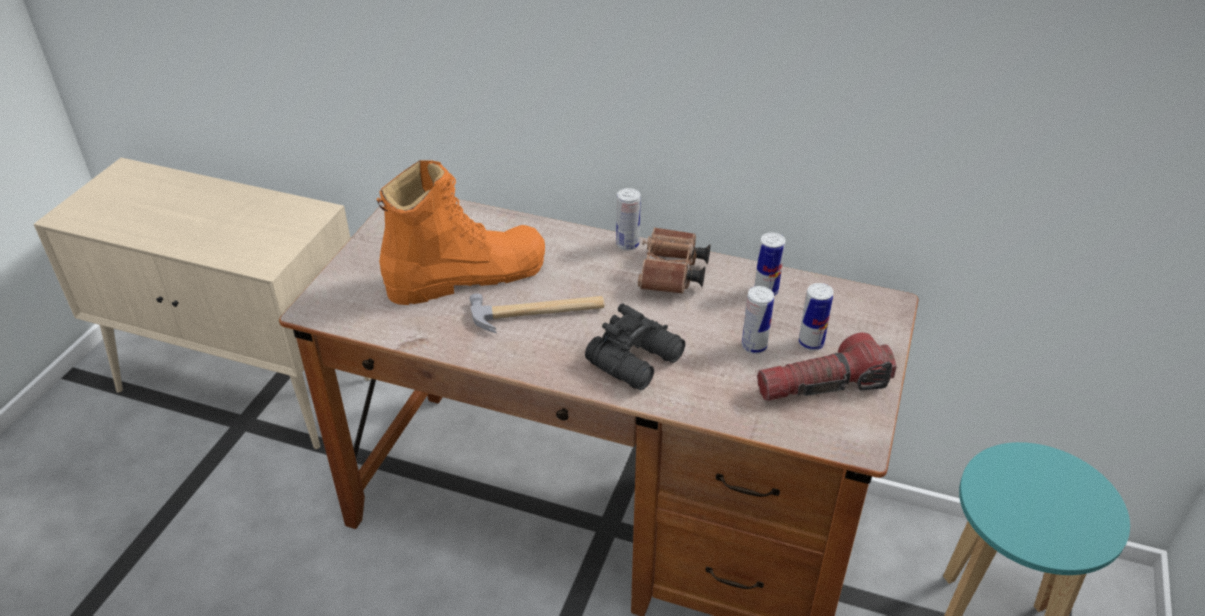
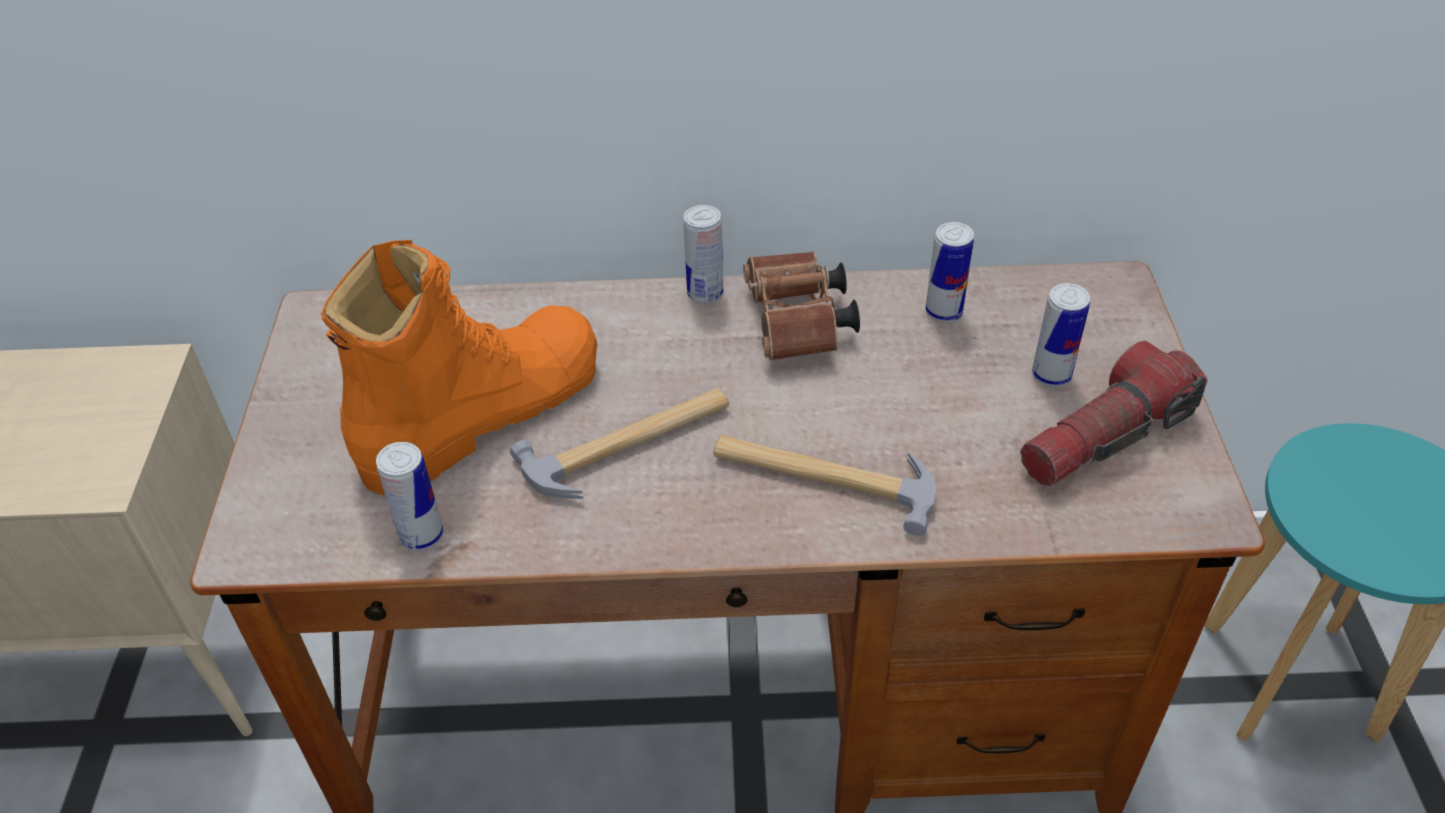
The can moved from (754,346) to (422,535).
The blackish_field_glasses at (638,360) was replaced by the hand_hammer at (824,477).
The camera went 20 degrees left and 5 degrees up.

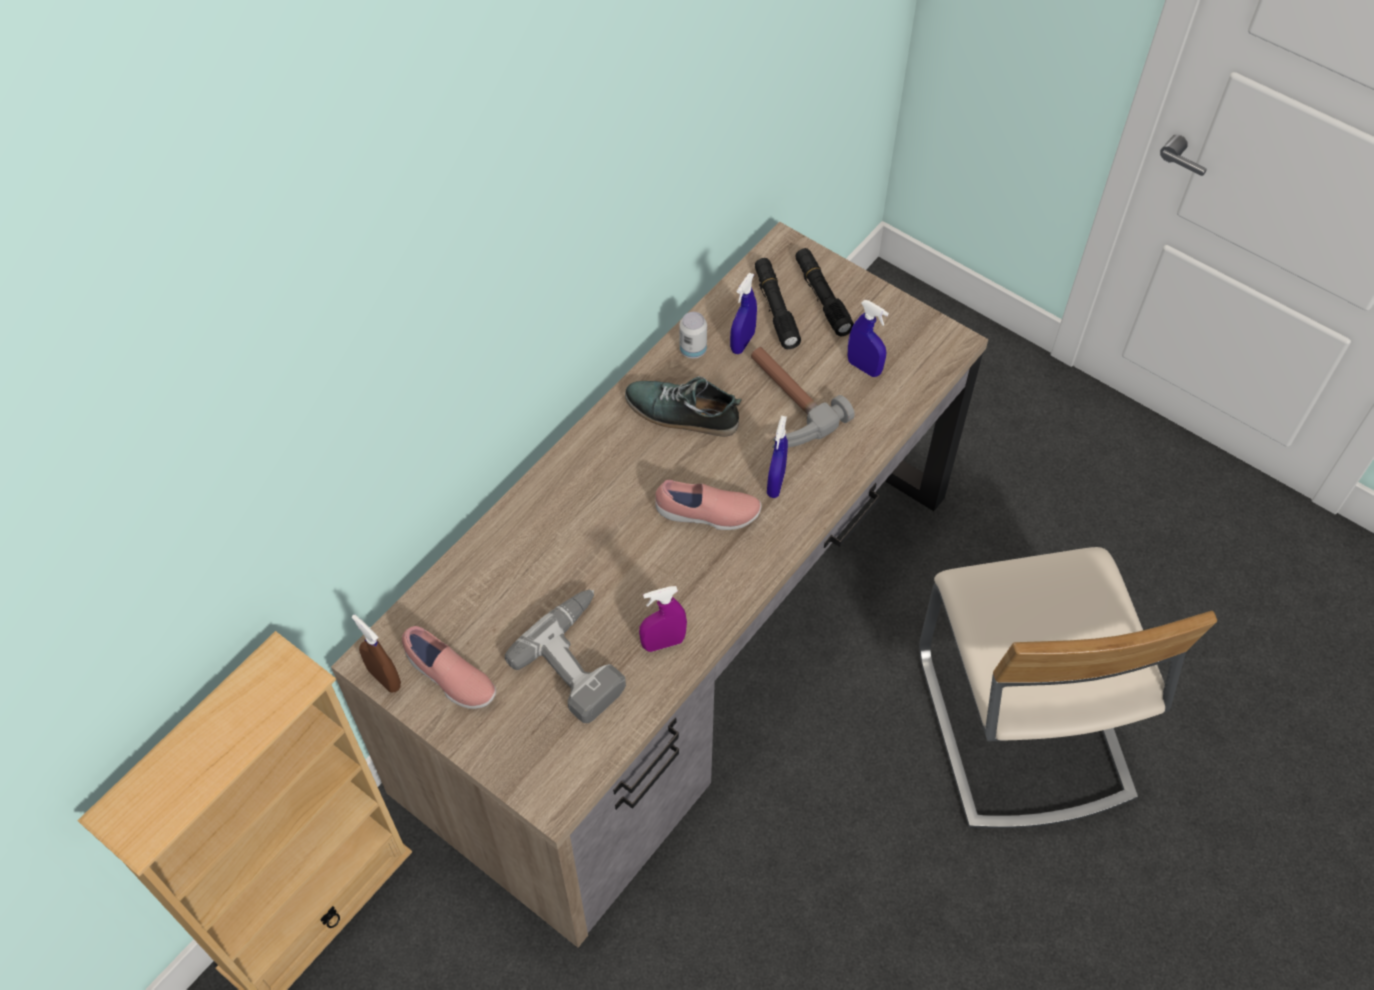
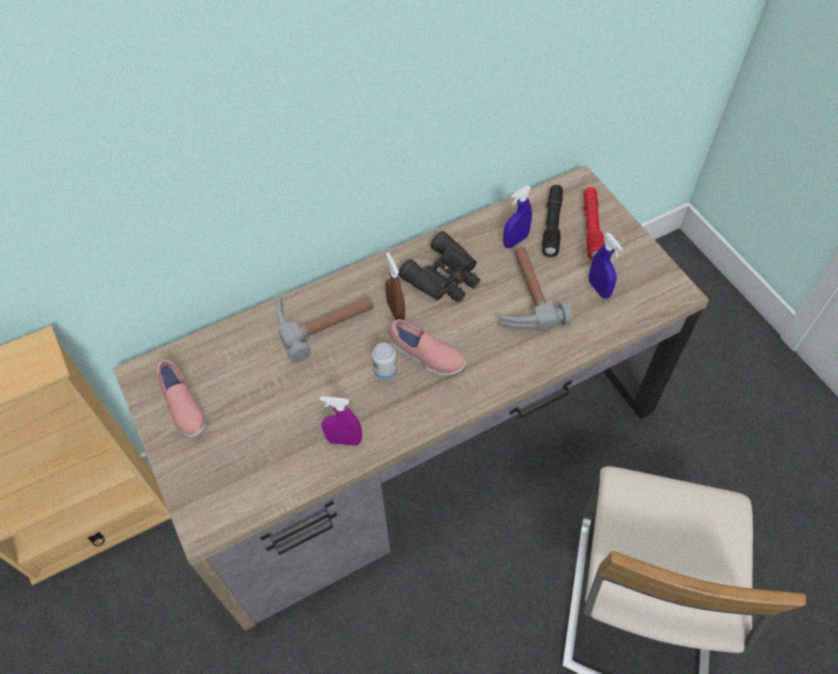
The blackish_hand_torch at (822,297) became the red-coloured_hand_torch at (591,228).
The can moved from (693,350) to (385,372).
The low_shoe at (681,413) was replaced by the blackish_field_glasses at (445,277).
The bluish_sprayer at (776,483) disappeared.
The drill at (582,660) disappeared.
The brown-coloured_sprayer moved from (384,678) to (396,311).
The hand_hammer at (323,319) appeared.
The camera went 25 degrees right and 0 degrees up.

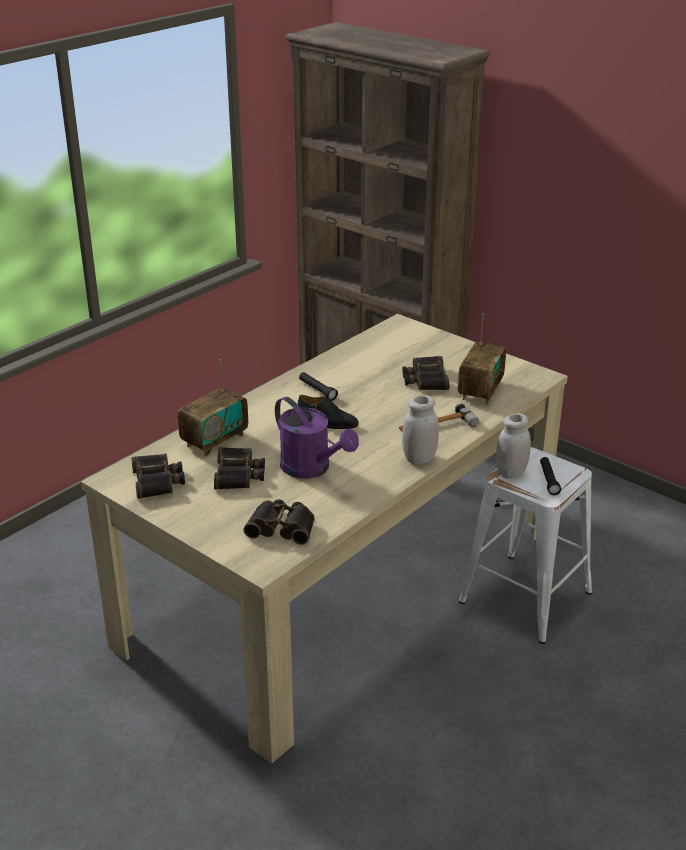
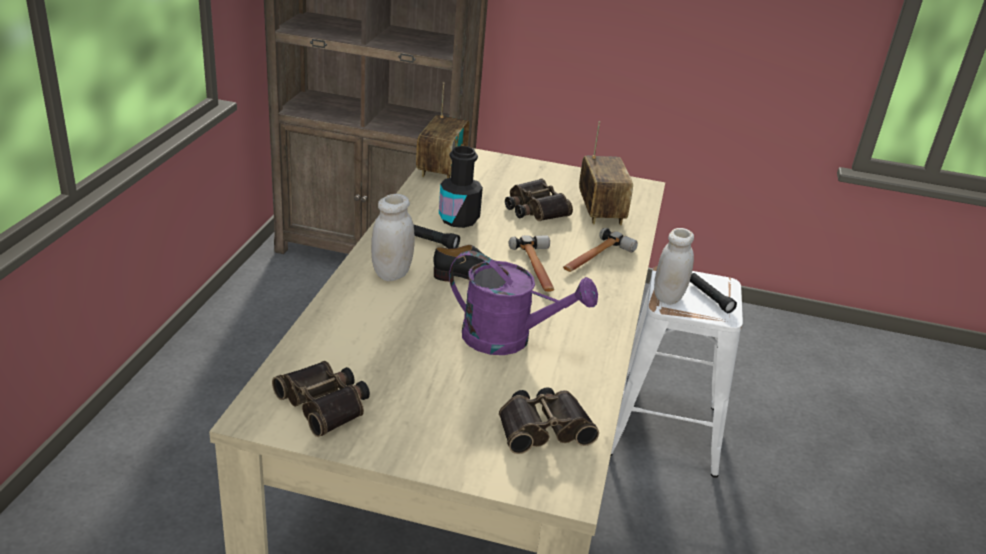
The radio_set moved from (214,440) to (441,168).
The white-coloured_preserve_jar moved from (419,458) to (392,273).
The field_glasses at (239,475) disappeared.
The blackish_beverage_bottle at (459,219) appeared.
The hand_hammer at (538,269) appeared.
The camera went 30 degrees left and 0 degrees up.

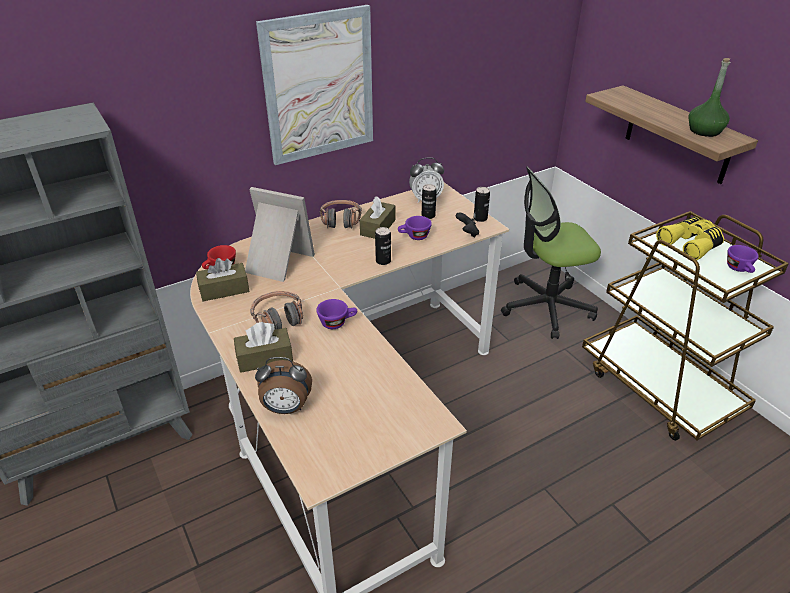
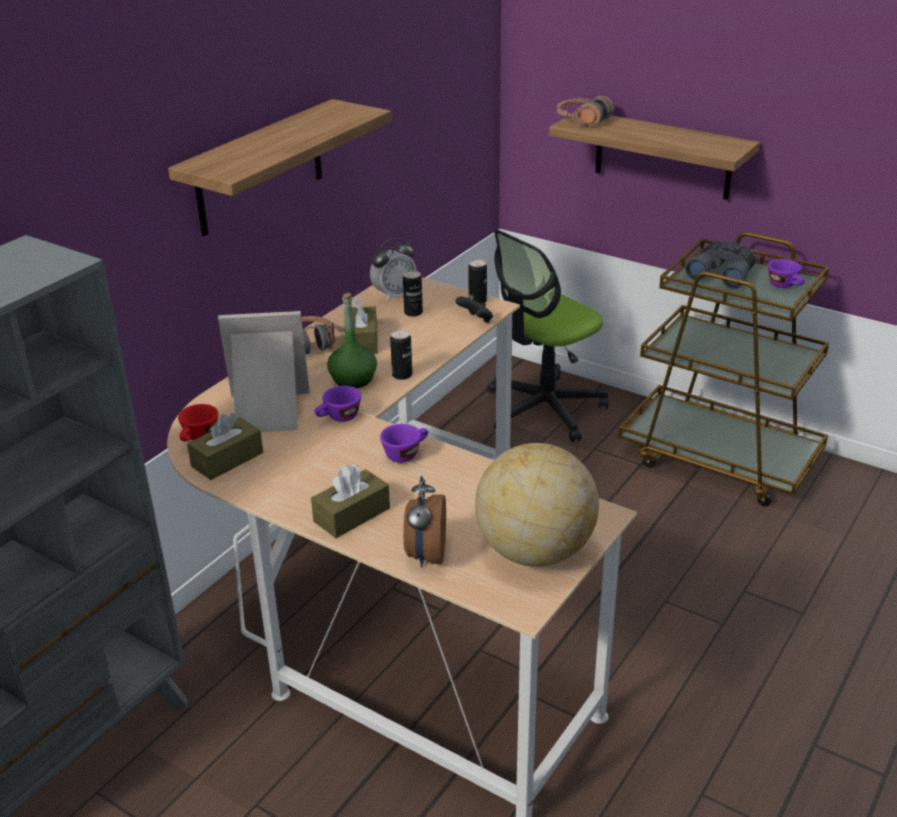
The wall_art at (319,86) was replaced by the wall_shelf at (260,168).
The green-coloured_beverage_bottle moved from (704,131) to (353,379).
The purplish_drinking_cup moved from (414,237) to (338,418).
The yellowish_field_glasses at (691,244) became the greyish_field_glasses at (722,273).
The headphones moved from (279,318) to (583,120).
The bedside_clock at (286,408) turned 120 degrees clockwise.
The world_globe at (534,551) appeared.
The camera went 25 degrees left and 5 degrees down.

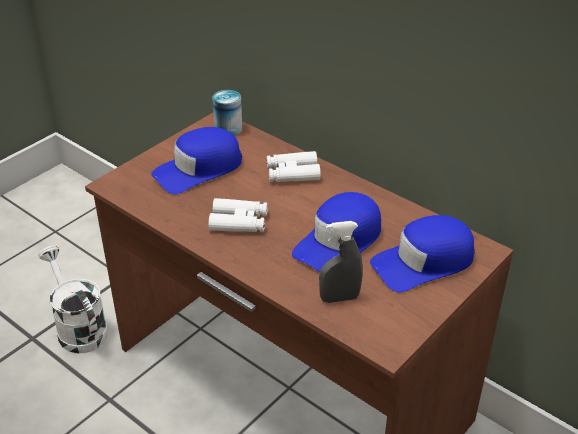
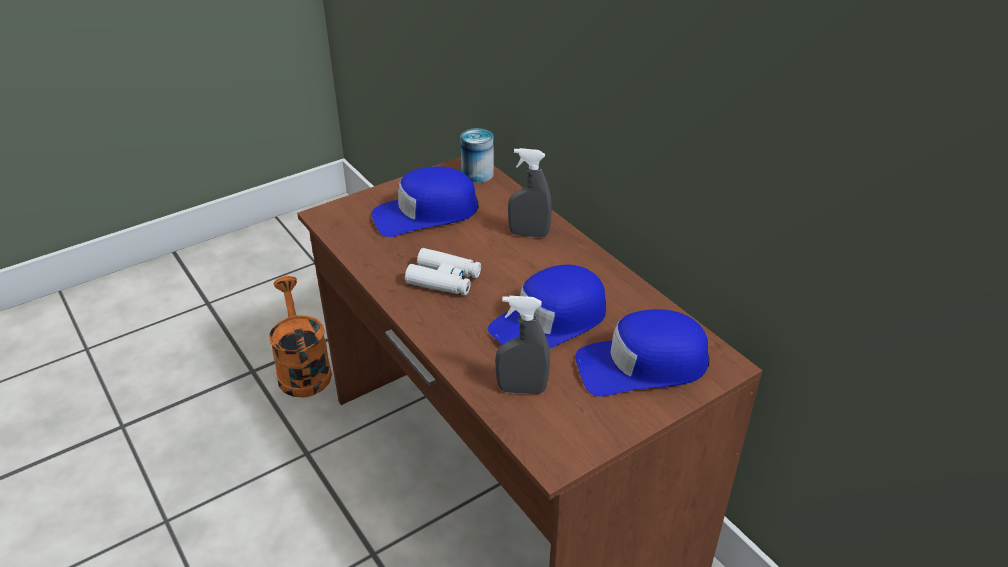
The white-coloured_field_glasses at (292,173) was replaced by the greyish_sprayer at (529,234).
The white-coloured_watering_can at (78,327) became the orange_watering_can at (302,368).
The camera went 15 degrees right and 0 degrees up.

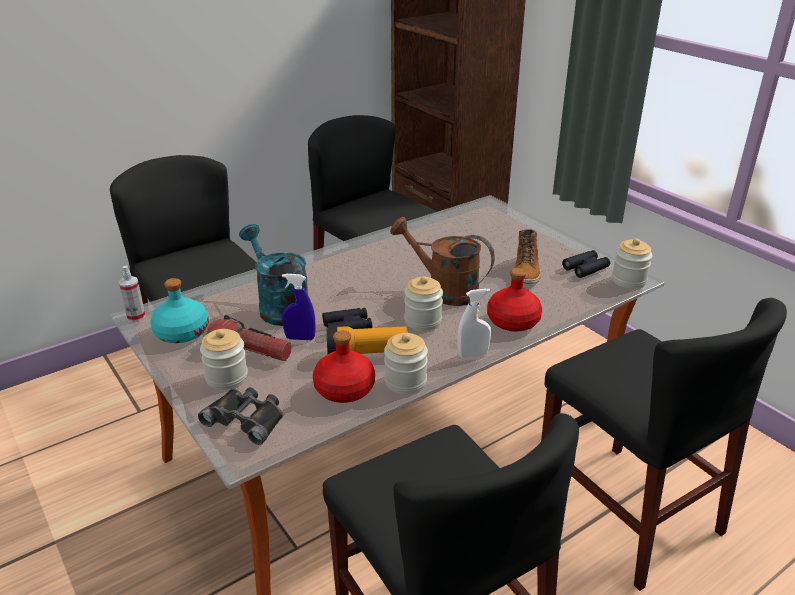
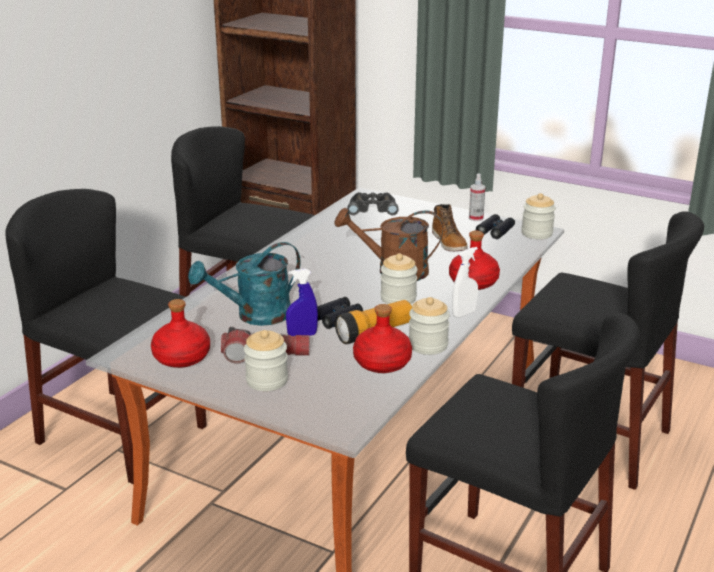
The turquoise-coloured_watering_can at (279,306) turned 60 degrees counterclockwise.
The sprayer moved from (136,316) to (476,218).
The turquoise-coloured_beverage_bottle at (181,332) became the red-coloured_beverage_bottle at (181,357).
The blackish_field_glasses moved from (246,419) to (372,208).
The camera went 25 degrees left and 5 degrees down.

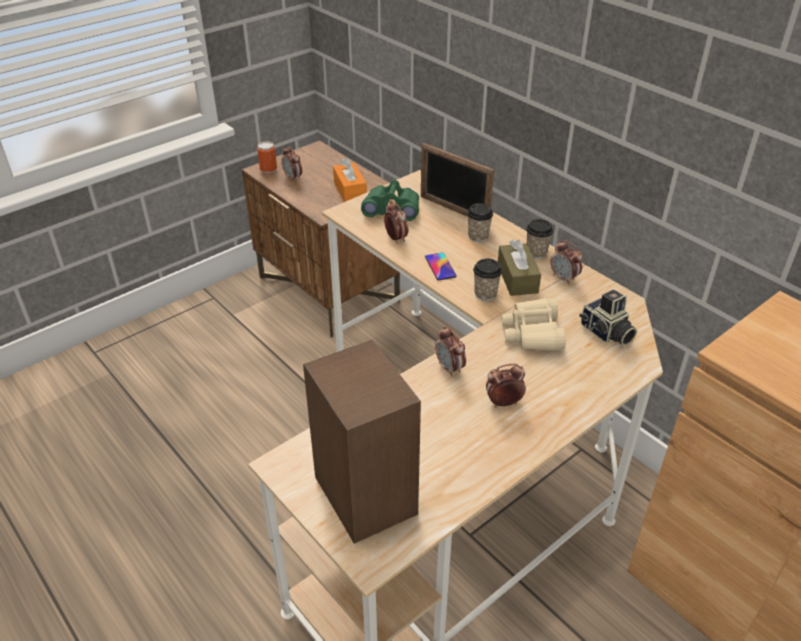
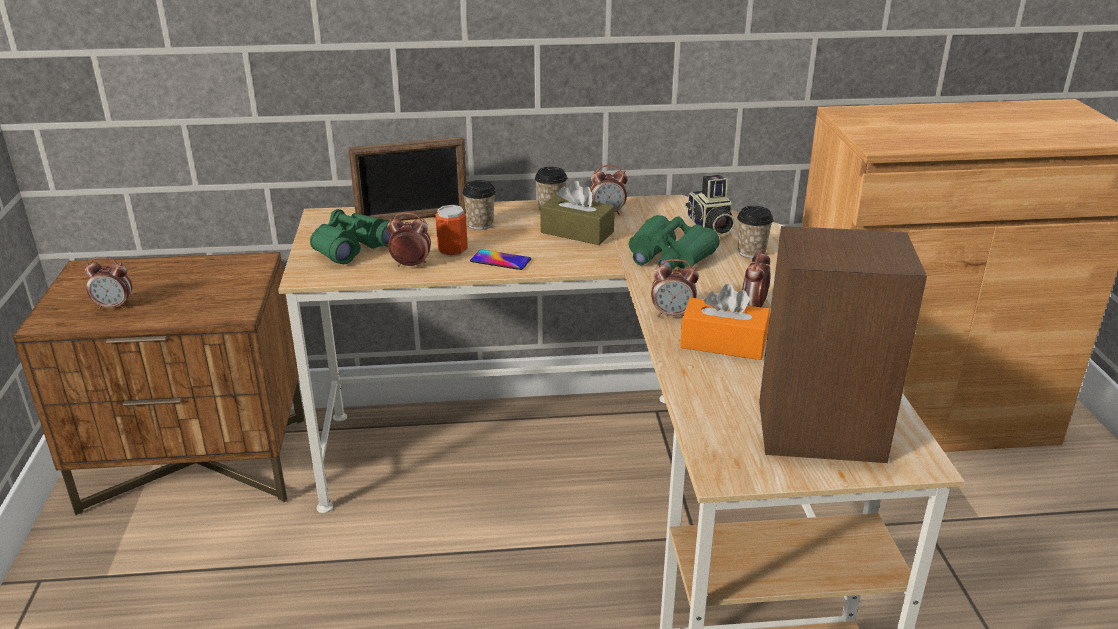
The can moved from (268,169) to (452,250).
The orange_tissue_holder moved from (350,190) to (723,343).
The drinking_cup moved from (485,294) to (751,252).
The still_camera at (606,333) turned 75 degrees clockwise.
The sand-coloured_field_glasses at (532,333) became the green-coloured_field_glasses at (668,256).
The camera went 55 degrees left and 10 degrees down.

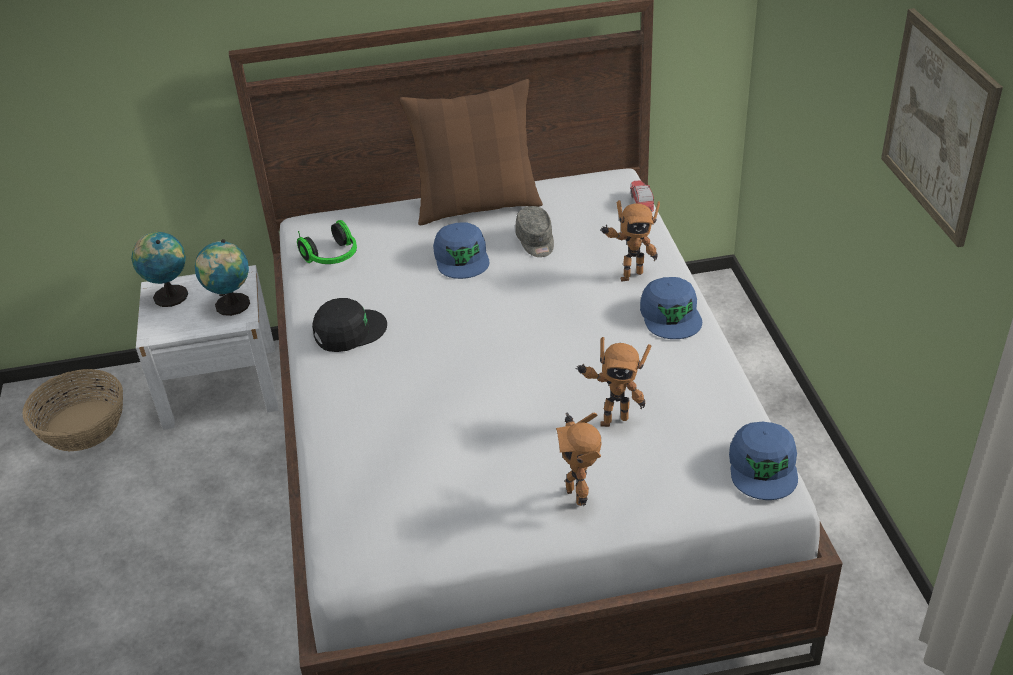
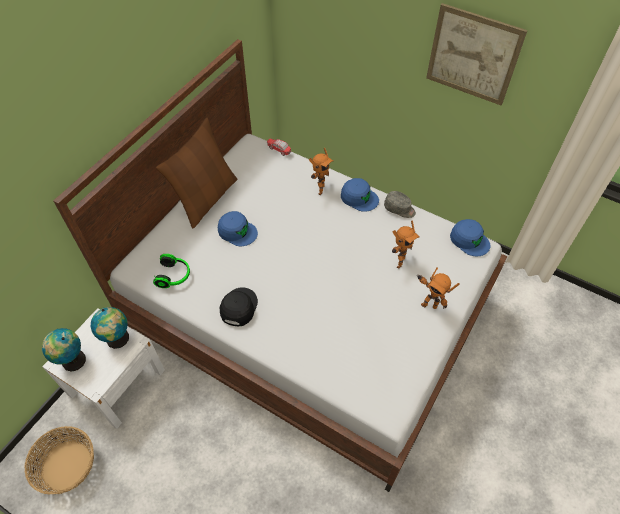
The greyish_baseball_cap moved from (536,241) to (399,209).
The camera went 50 degrees left and 15 degrees up.

